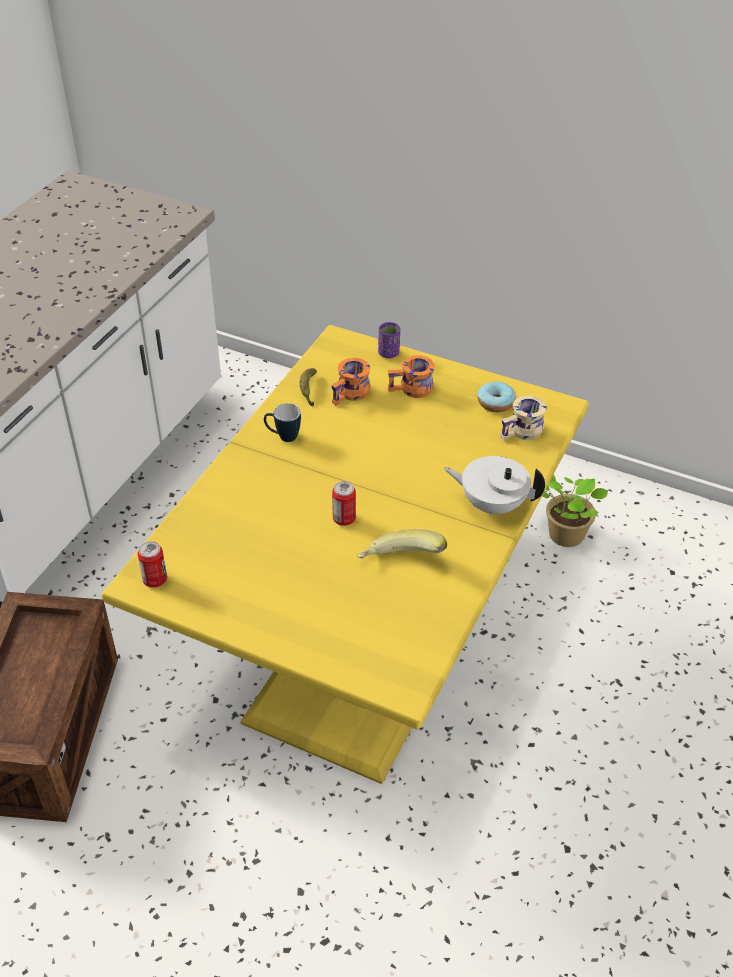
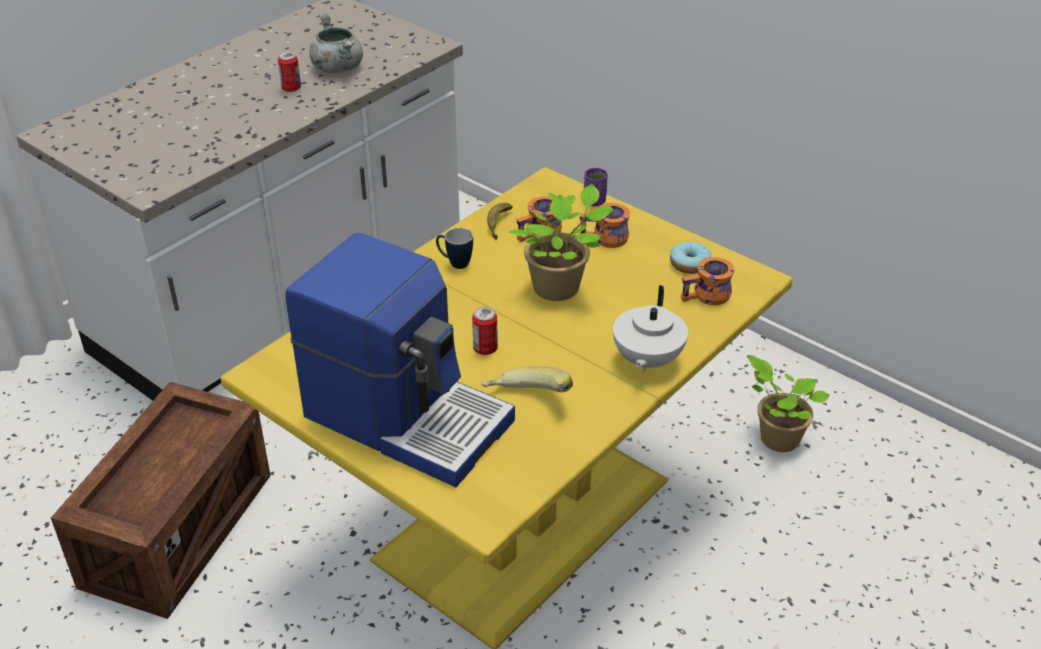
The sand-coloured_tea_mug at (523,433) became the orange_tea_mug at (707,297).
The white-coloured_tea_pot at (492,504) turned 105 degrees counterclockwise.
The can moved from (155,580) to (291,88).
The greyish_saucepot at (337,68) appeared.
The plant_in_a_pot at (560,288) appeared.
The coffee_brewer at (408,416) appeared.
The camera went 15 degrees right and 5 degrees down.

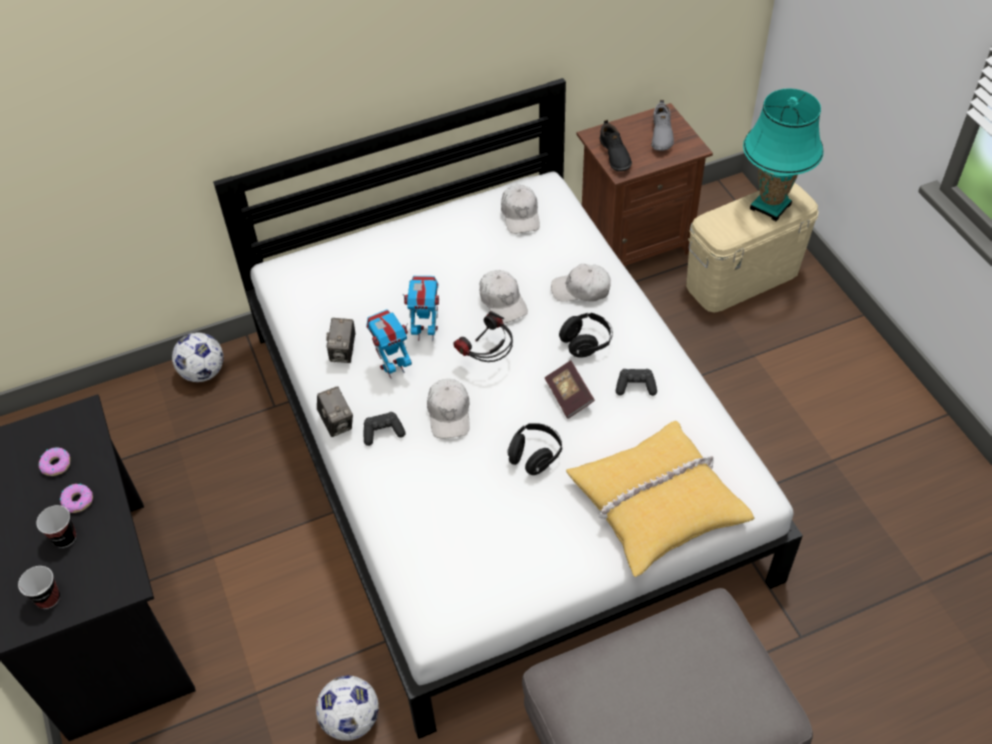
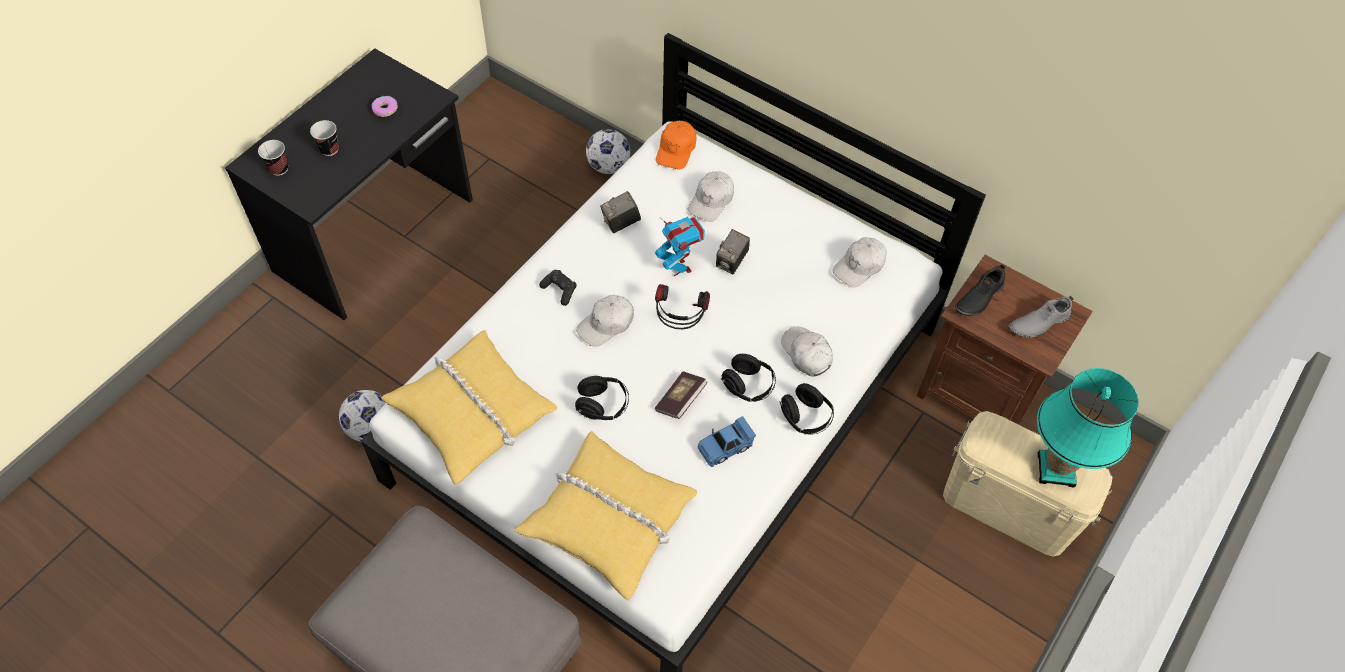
The white-coloured_baseball_cap moved from (503,301) to (711,201).
The robot_figure at (393,368) disappeared.
The blackish_game_controller at (635,386) was replaced by the bluish_model_car at (725,447).
The still_camera moved from (337,423) to (731,262).
The donut at (78,500) disappeared.
The orange_baseball_cap at (676,150) appeared.
The yellowish_throw_pillow at (472,412) appeared.
The blackish_headphones at (805,417) appeared.
The camera went 55 degrees right and 5 degrees up.

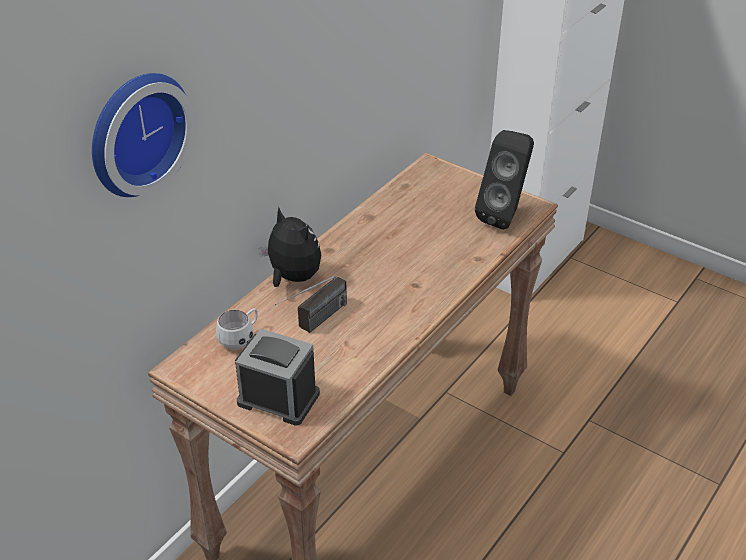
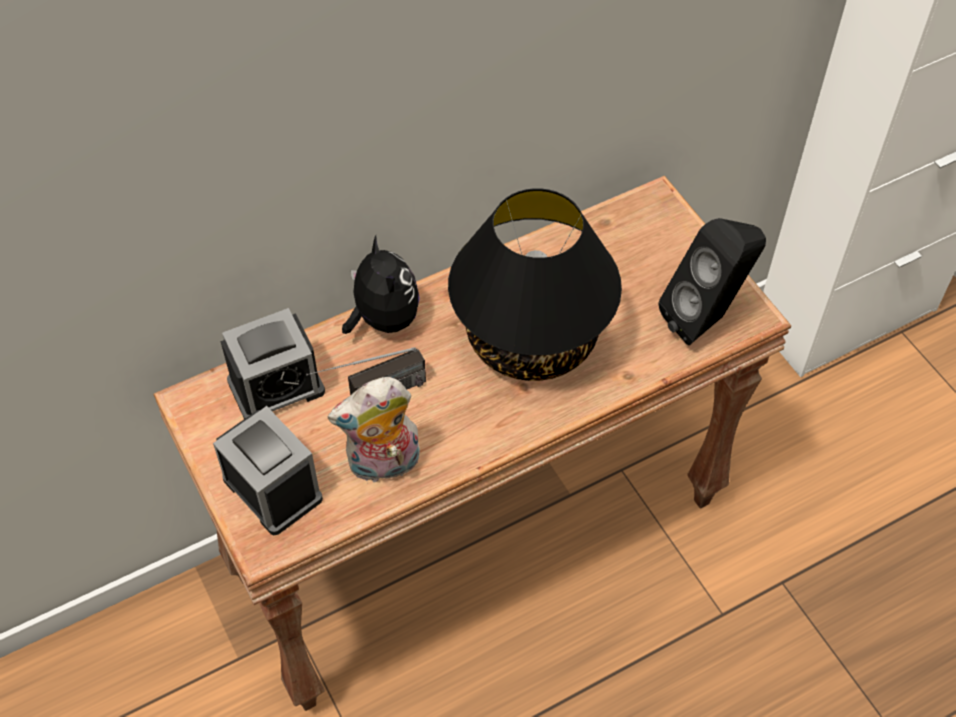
The wall_clock at (134,132) disappeared.
The white-coloured_tea_mug at (240,338) was replaced by the bedside_clock at (276,386).
The blackish_lamp_for_a_table at (532,340) appeared.
The cuddly_toy at (383,465) appeared.
The camera went 25 degrees right and 15 degrees up.

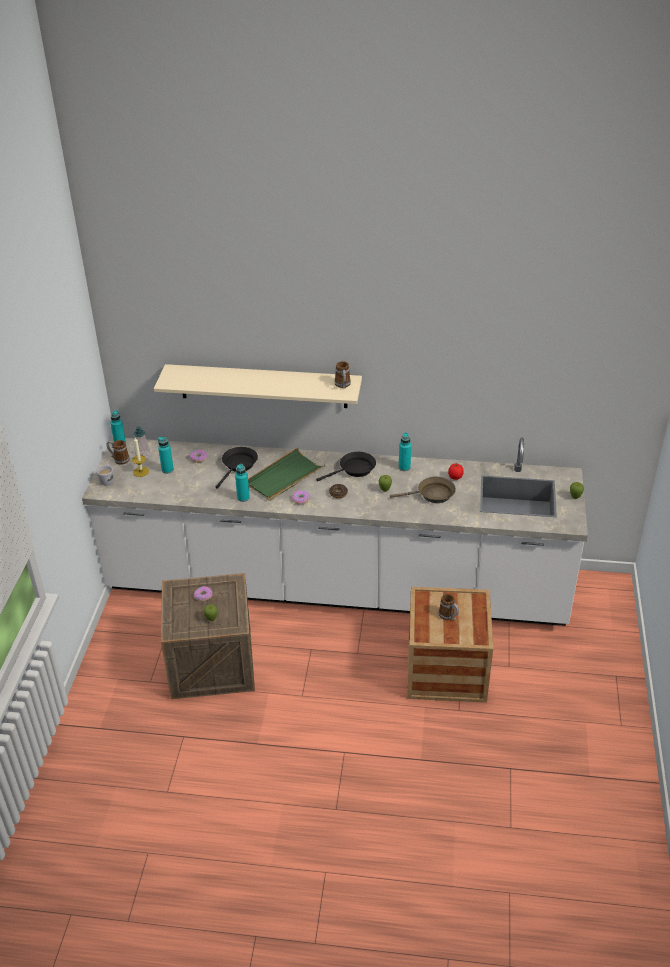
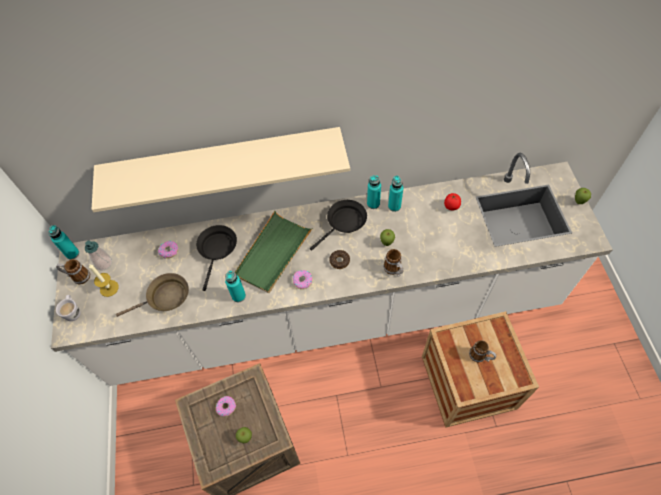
The tea_mug moved from (343,385) to (394,270).
The turquoise-coloured_beverage_bottle moved from (167,470) to (373,204).
The brown-coloured_frying_pan moved from (432,495) to (165,298).
The camera went 15 degrees left and 20 degrees up.

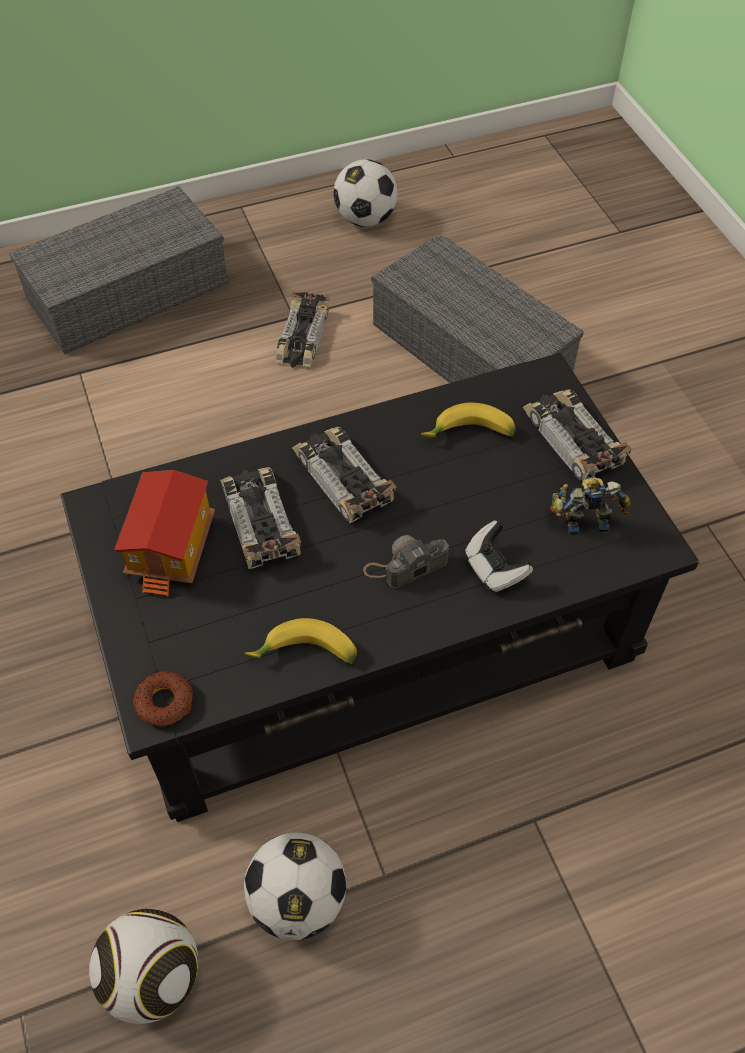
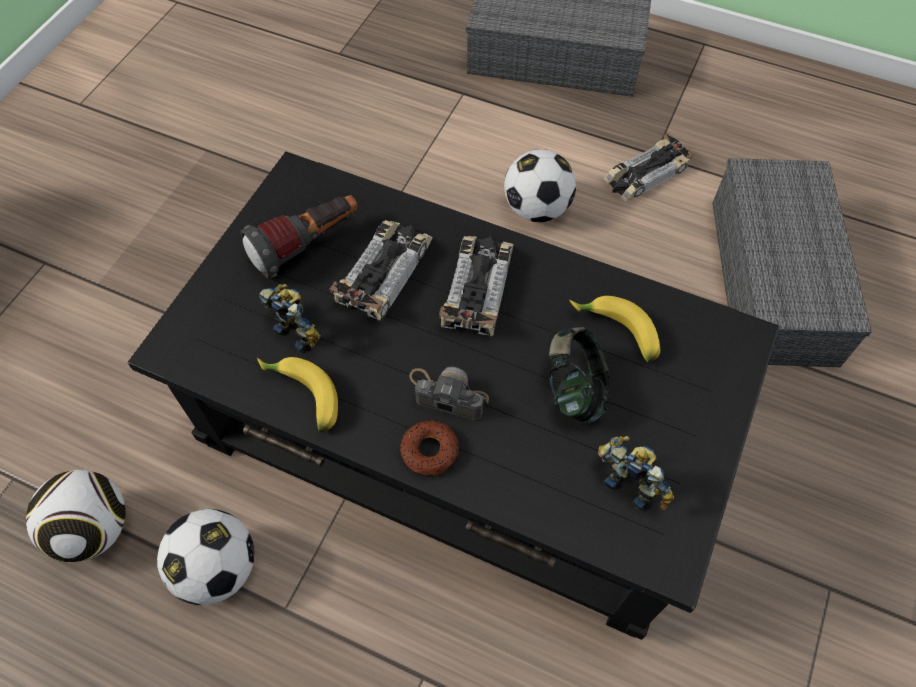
The football_ball moved from (365,219) to (537,209).
The model_car at (572,438) disappeared.
The miniature_house at (173,548) was replaced by the hand_torch at (307,245).
The game_controller at (494,568) disappeared.
The donut moved from (165,702) to (430,451).
The robot_figure at (299,329) appeared.
The headphones at (575,389) appeared.
The camera went 45 degrees right and 5 degrees up.

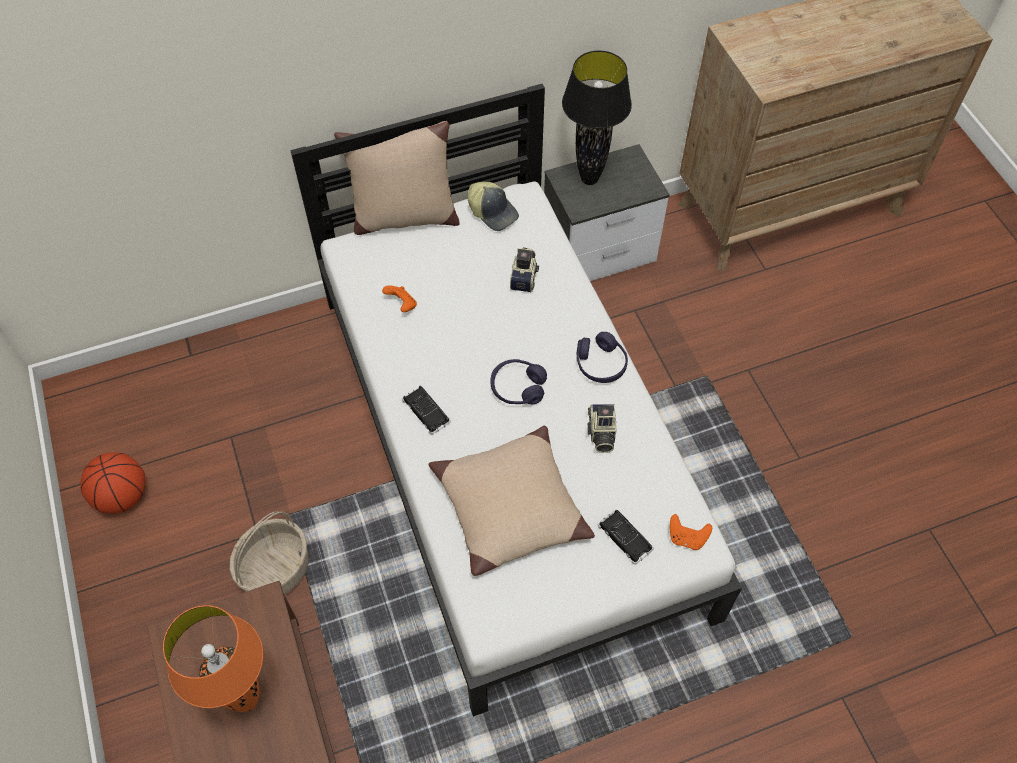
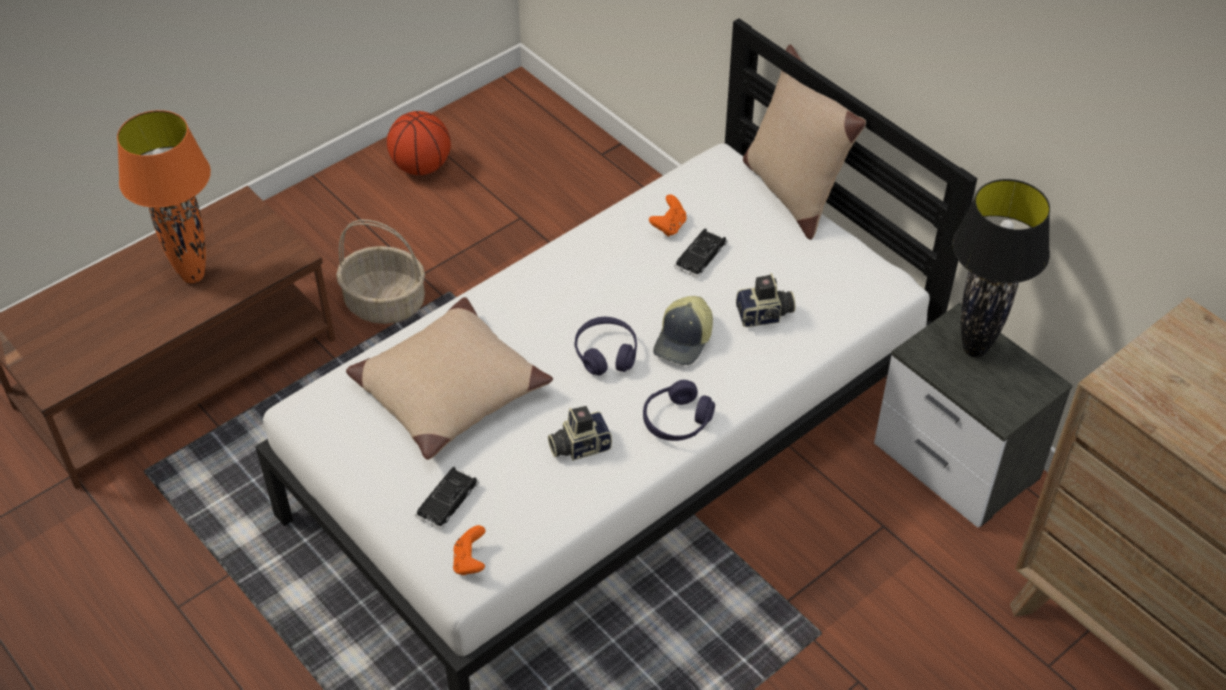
The baseball_cap moved from (493,211) to (684,340).
The blackish_model_car moved from (426,412) to (700,256).
The camera went 70 degrees right and 10 degrees down.

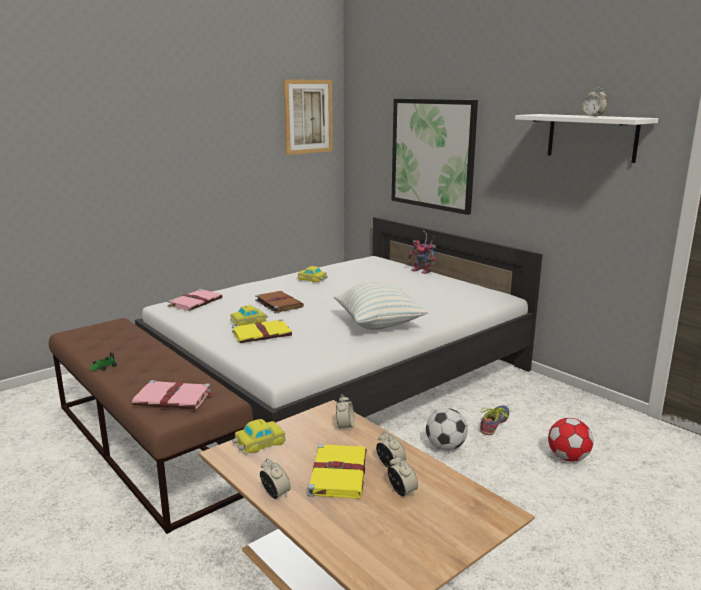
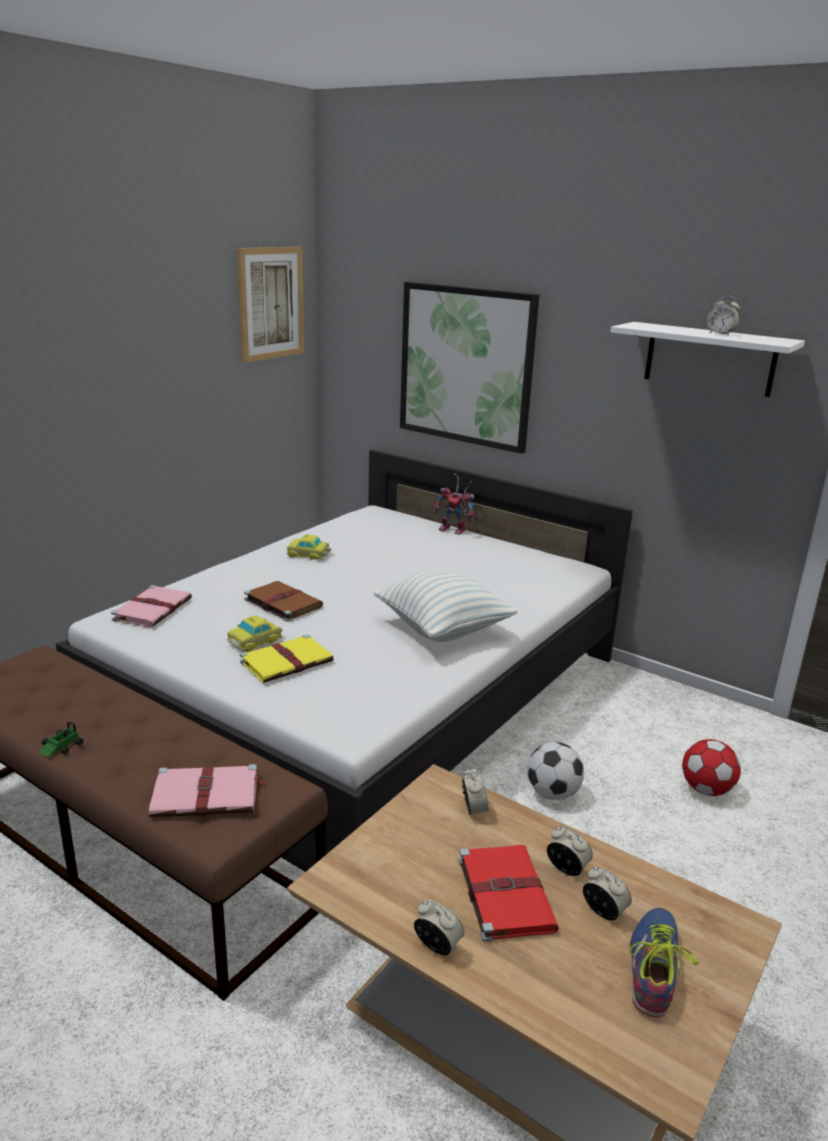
The low_shoe moved from (494,423) to (653,967).
The model_car at (259,443) disappeared.
The yellowish_book at (338,473) became the red-coloured_book at (504,893).
The camera went 15 degrees left and 5 degrees up.

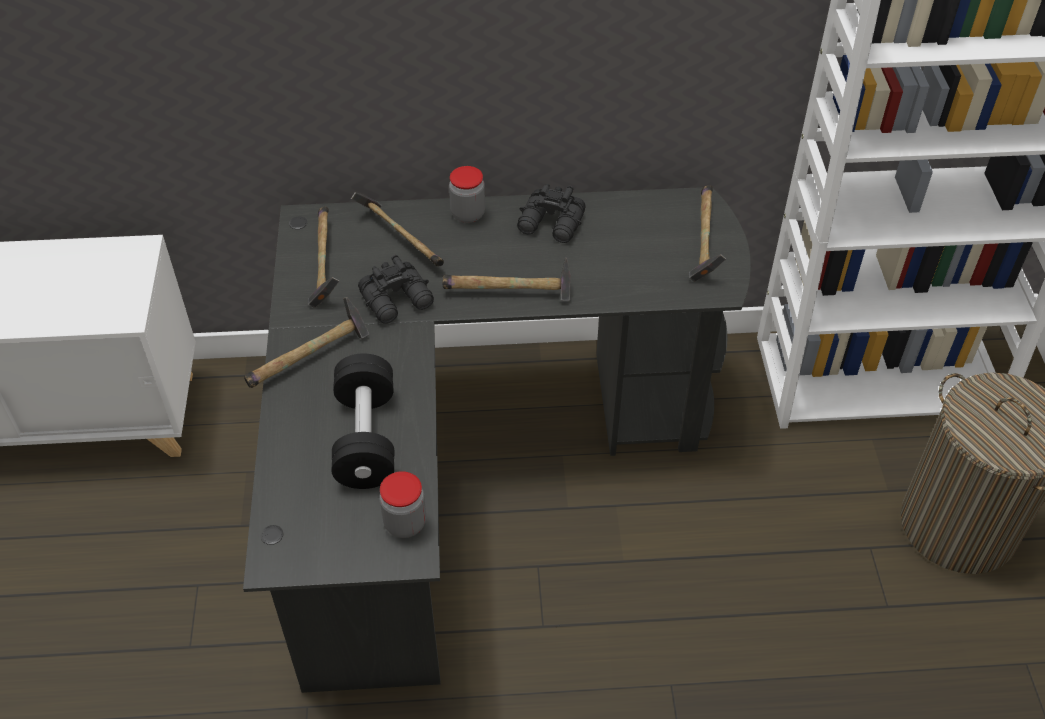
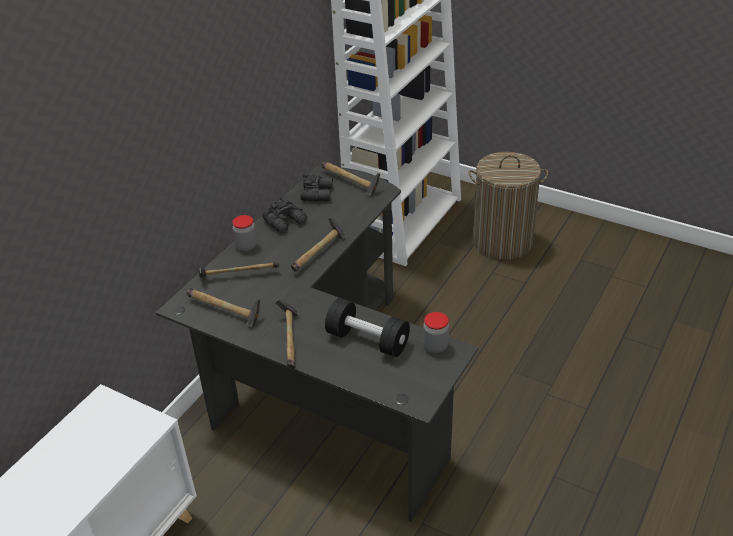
The blackish_field_glasses moved from (398,300) to (318,193).
The camera went 55 degrees left and 10 degrees down.

